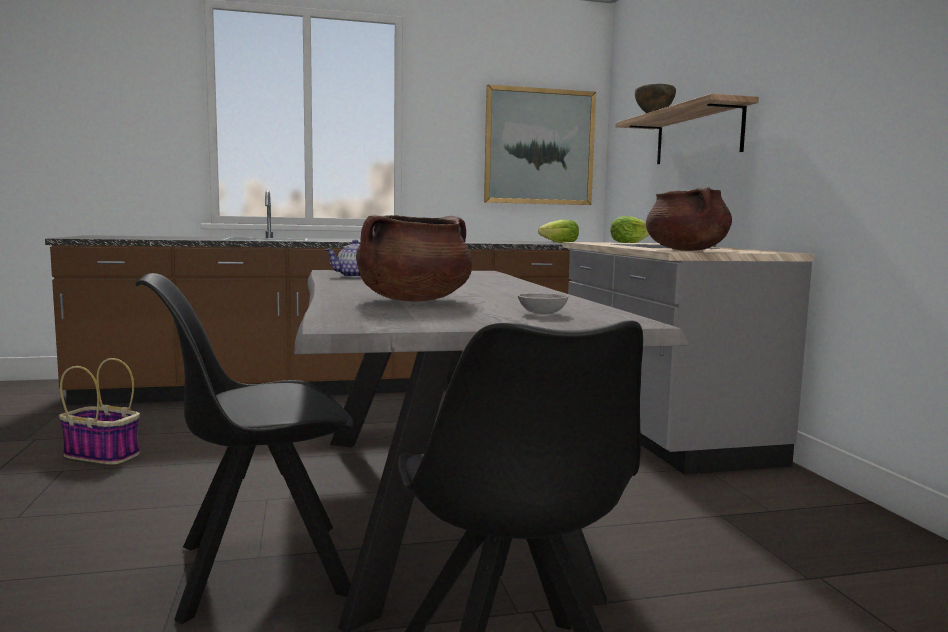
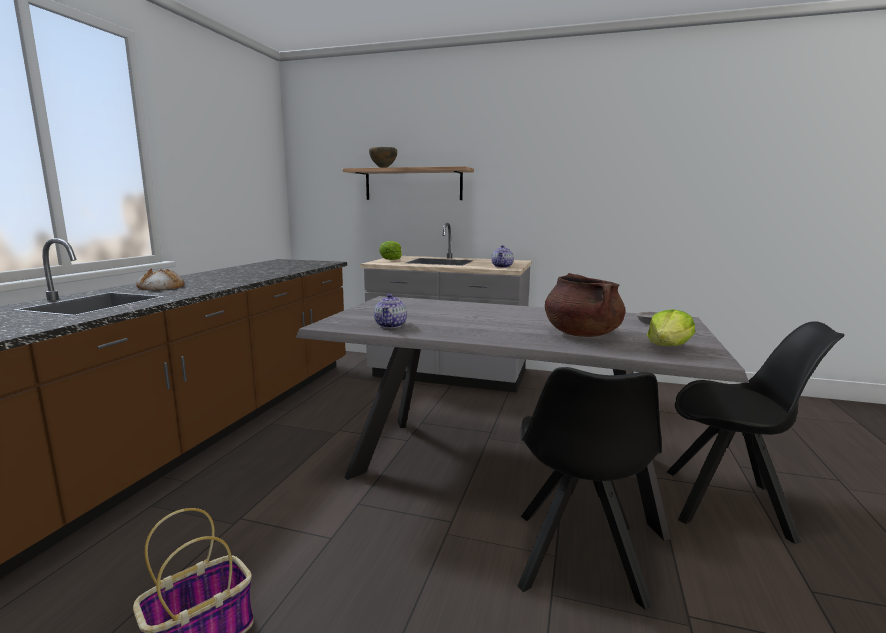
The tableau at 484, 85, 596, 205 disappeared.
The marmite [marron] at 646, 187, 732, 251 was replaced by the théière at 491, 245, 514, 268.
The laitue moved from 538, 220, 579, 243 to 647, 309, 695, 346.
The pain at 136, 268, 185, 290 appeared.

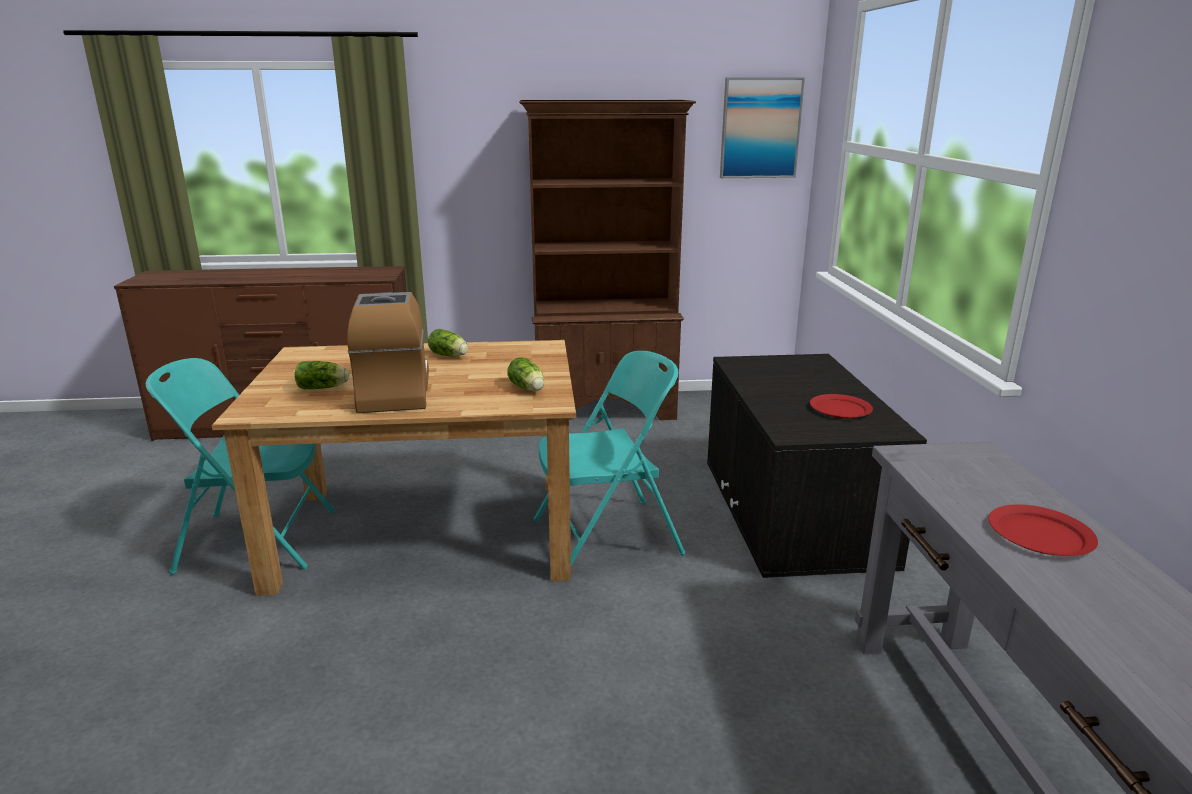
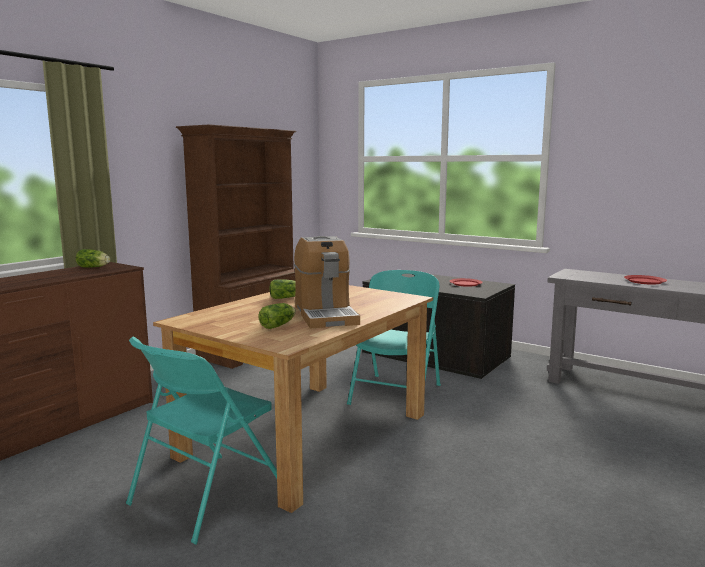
The tableau at 720, 77, 805, 178 disappeared.
The machine à café at 347, 292, 429, 413 turned 135 degrees counterclockwise.
The laitue moved from 507, 357, 544, 391 to 76, 249, 110, 268.

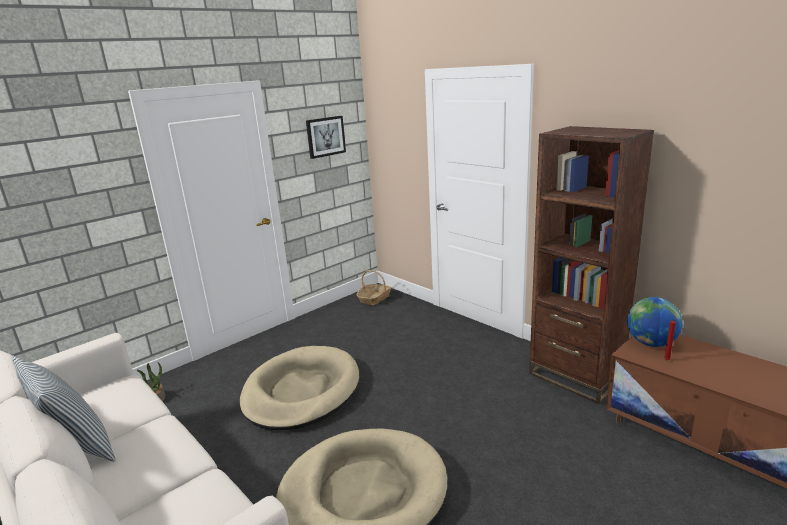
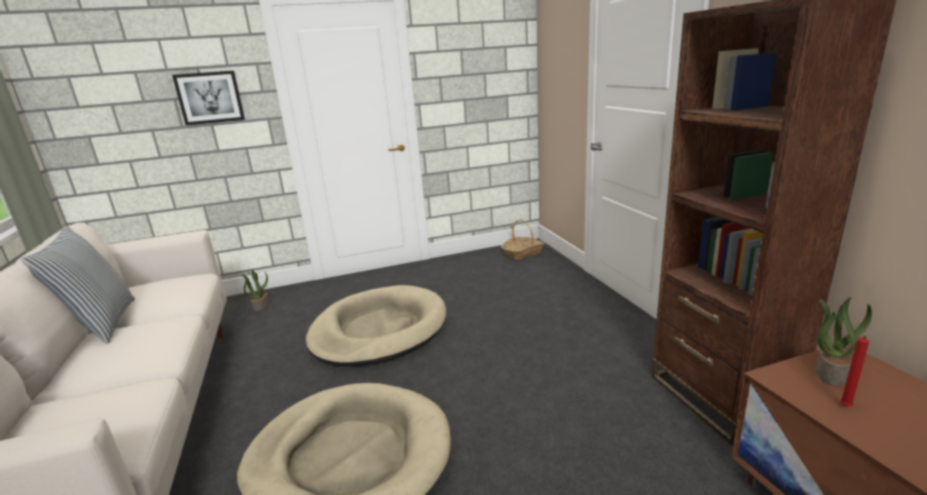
The tableau moved from 306, 116, 346, 159 to 172, 71, 245, 125.
The globe at 627, 297, 683, 347 was replaced by the plante en pot at 816, 297, 872, 386.

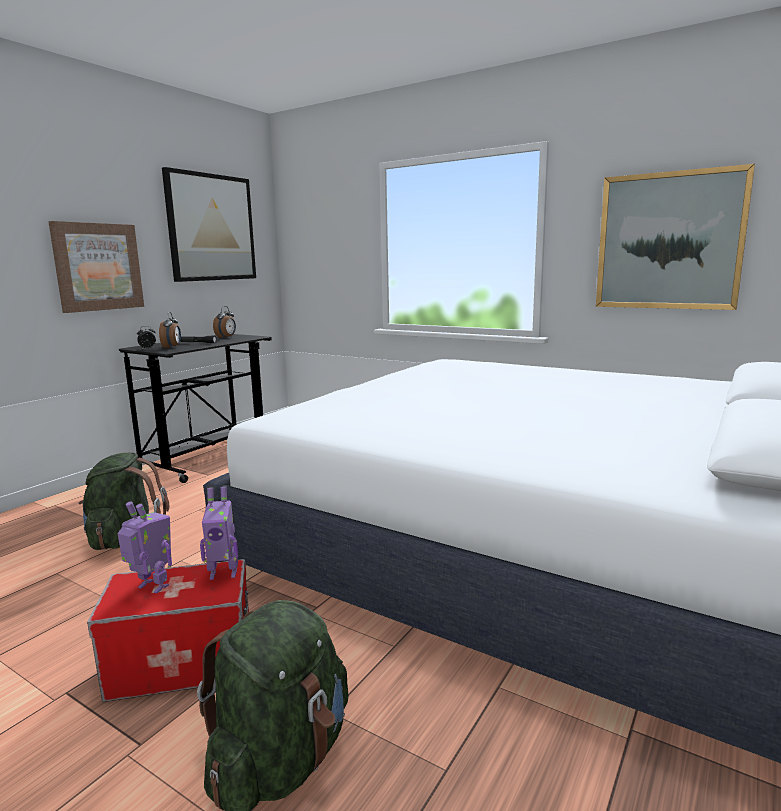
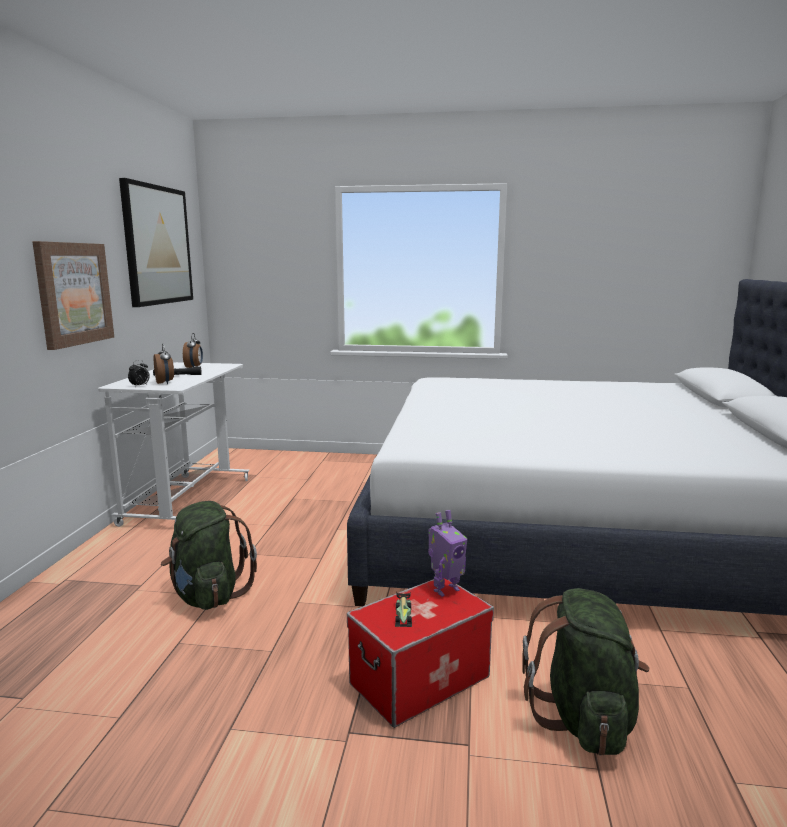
The tableau at 596, 164, 755, 310 disappeared.
The bureau [noir] at 119, 334, 272, 483 became the bureau [blanc] at 98, 362, 249, 527.
The robot jouet at 117, 501, 172, 594 was replaced by the petite voiture at 395, 592, 412, 627.

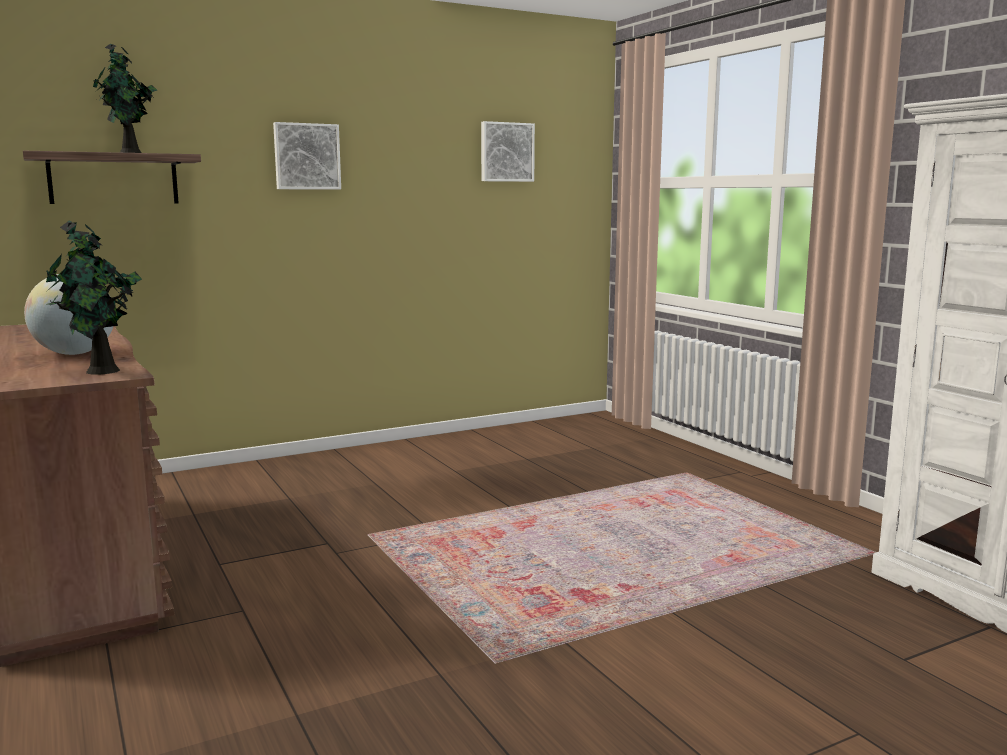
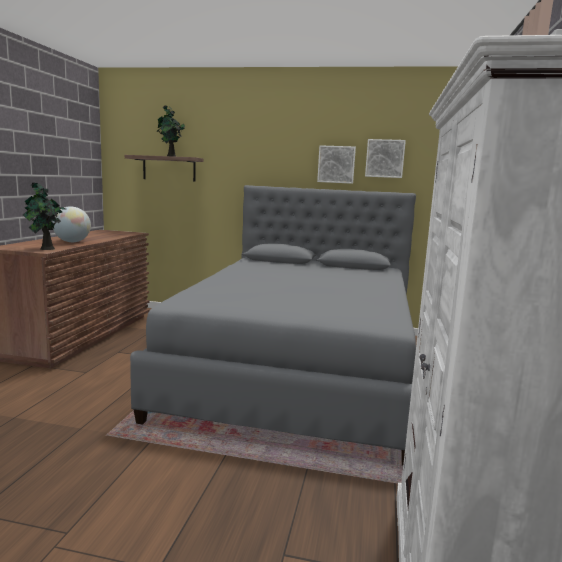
The tableau moved from 273, 122, 341, 190 to 317, 145, 356, 184.
The lit [gris] at 130, 185, 416, 466 appeared.

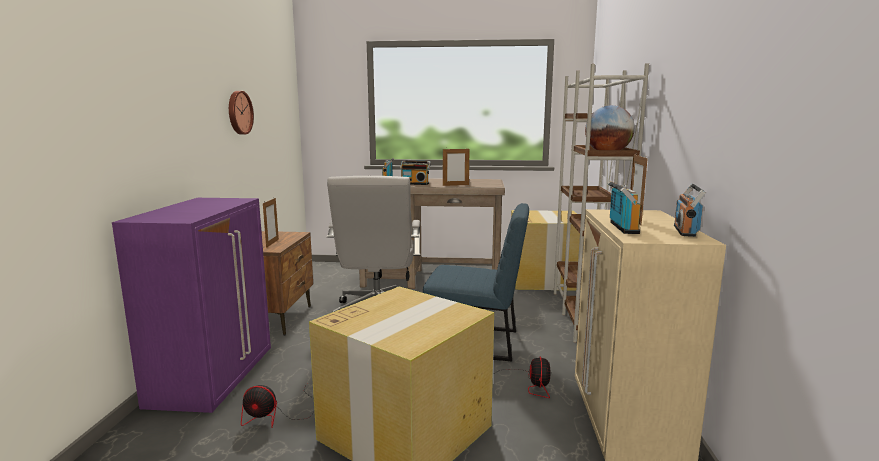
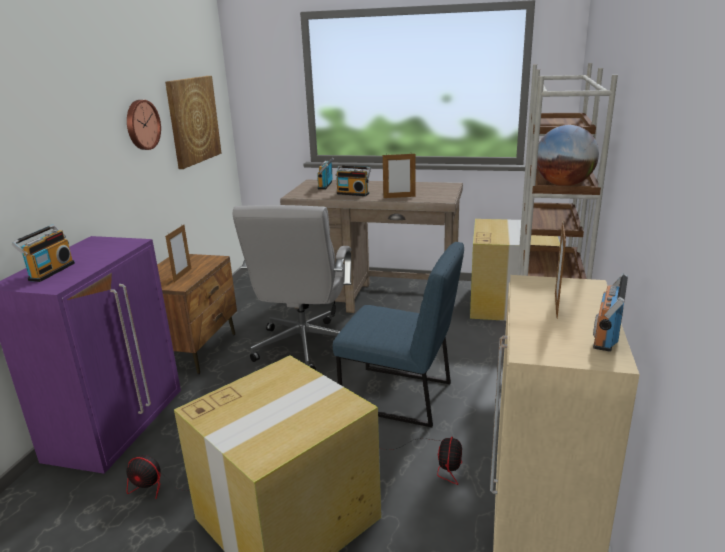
The radio moved from 607, 181, 641, 234 to 12, 225, 75, 282.
The tableau at 165, 76, 221, 169 appeared.

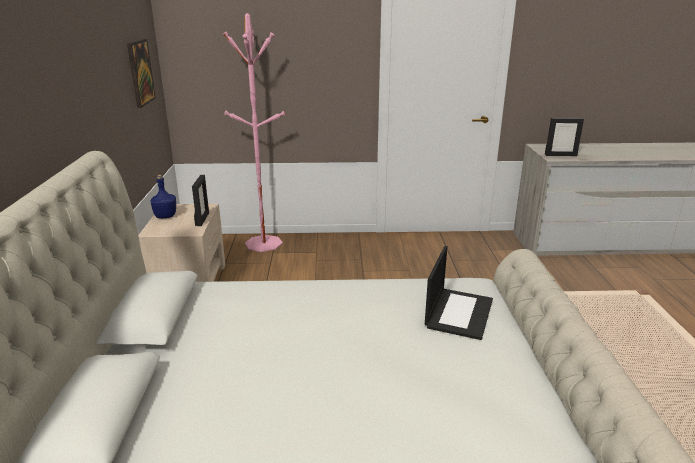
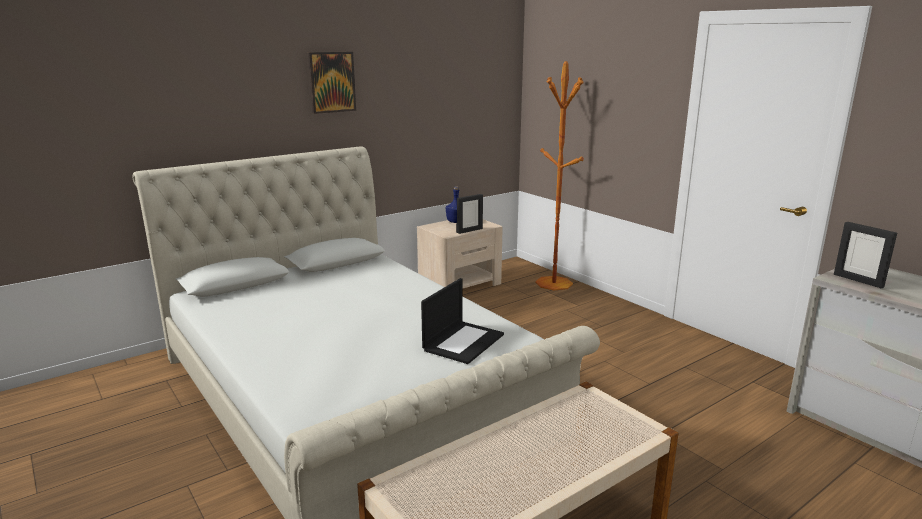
The portant [rose] at 223, 13, 285, 252 became the portant [orange] at 535, 61, 584, 290.
The tableau moved from 127, 39, 156, 108 to 308, 52, 356, 114.
The ordinateur portable at 425, 246, 493, 340 turned 45 degrees counterclockwise.

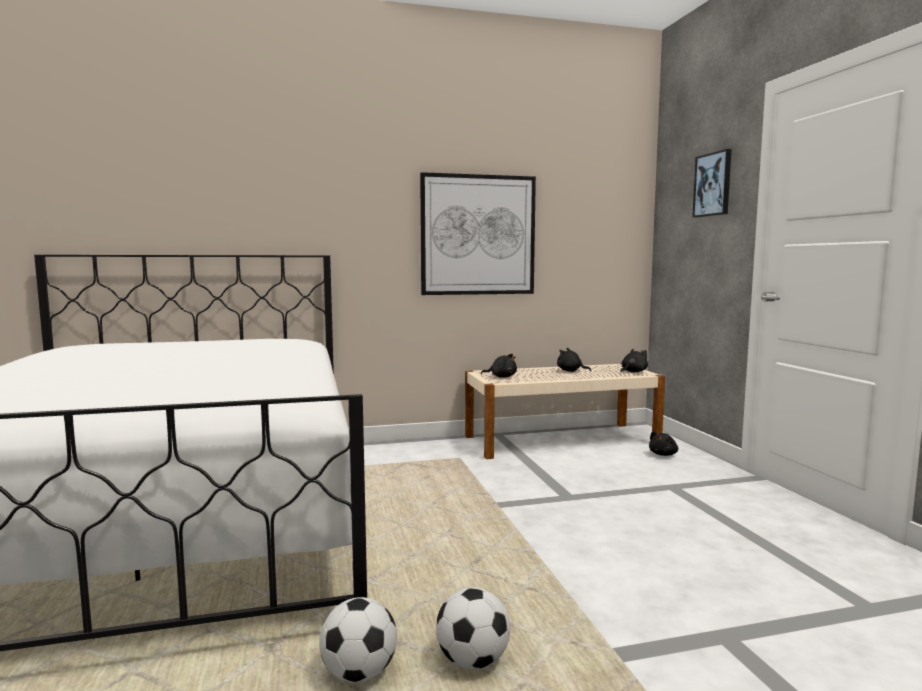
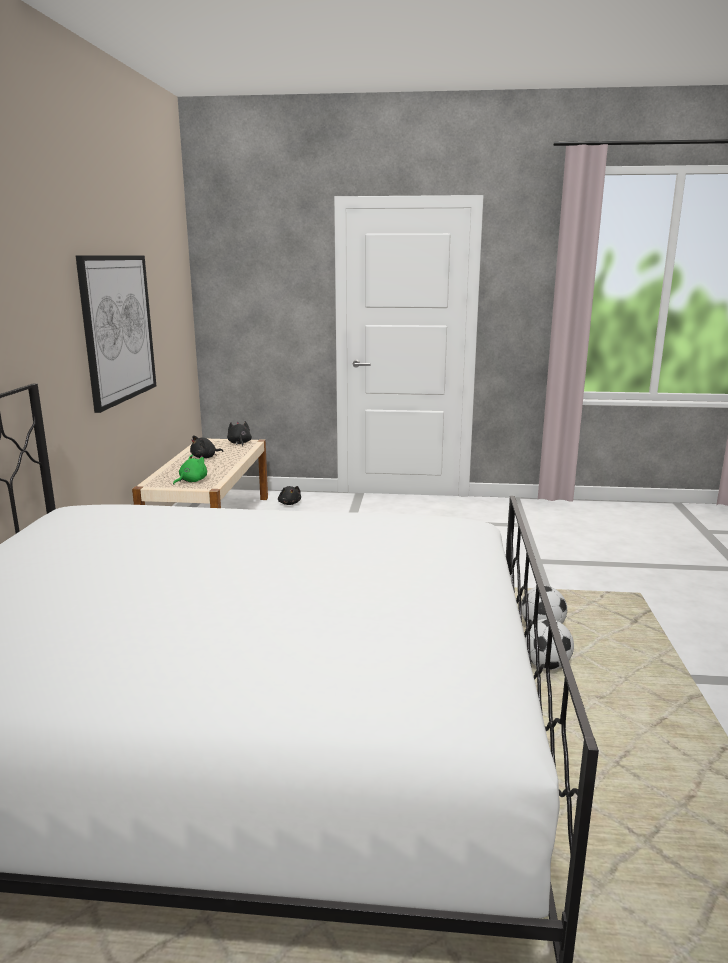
The tableau at 692, 149, 731, 218 disappeared.
The peluche [noir] at 481, 354, 517, 378 became the peluche [vert] at 173, 454, 207, 485.

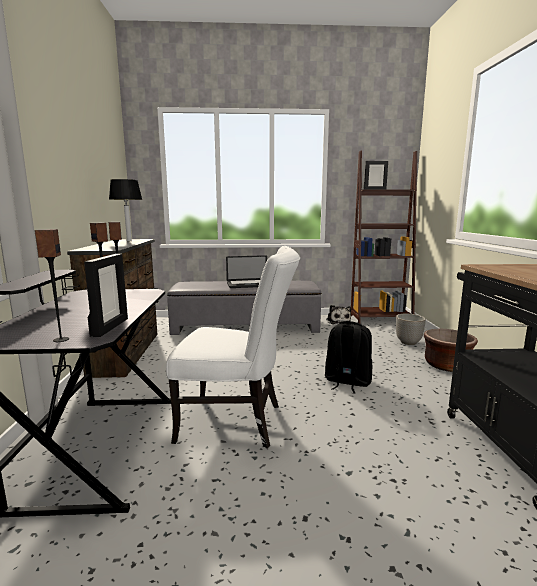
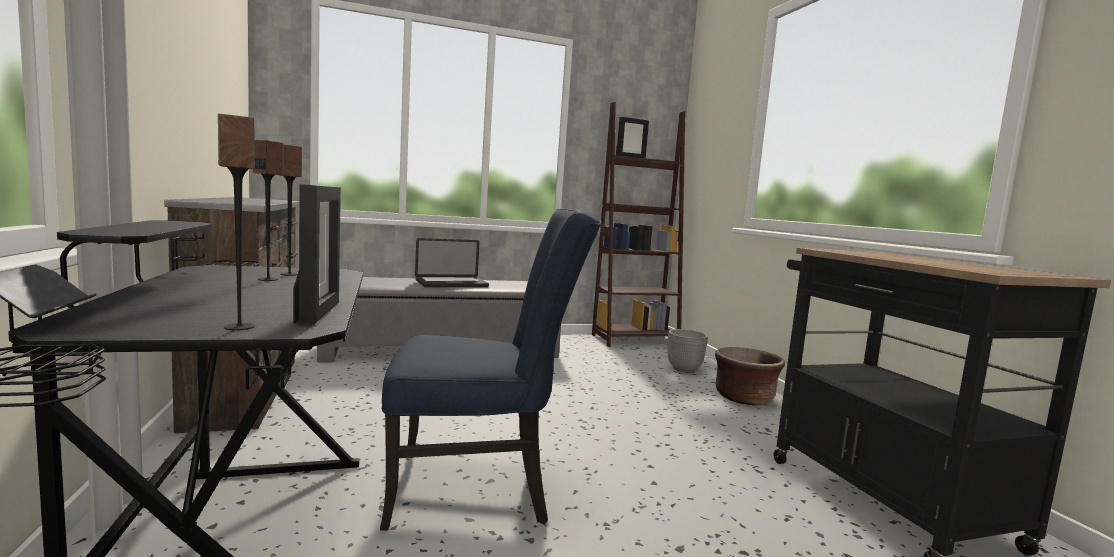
The lampe de table at 109, 179, 142, 241 disappeared.
The chaise [blanc] at 166, 246, 300, 448 became the chaise [bleu] at 380, 209, 601, 530.
The peluche at 326, 305, 351, 324 disappeared.
The sac à dos [noir] at 325, 321, 372, 394 disappeared.

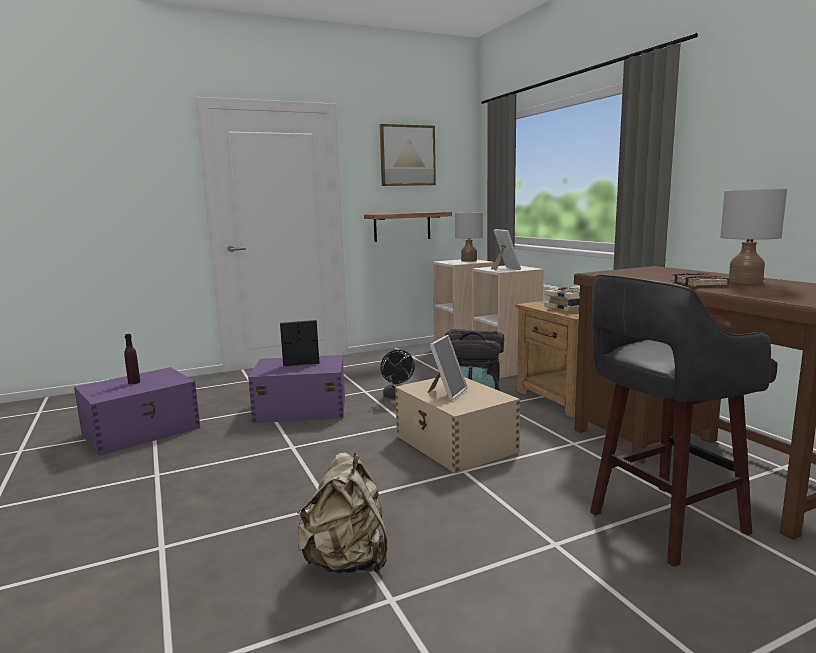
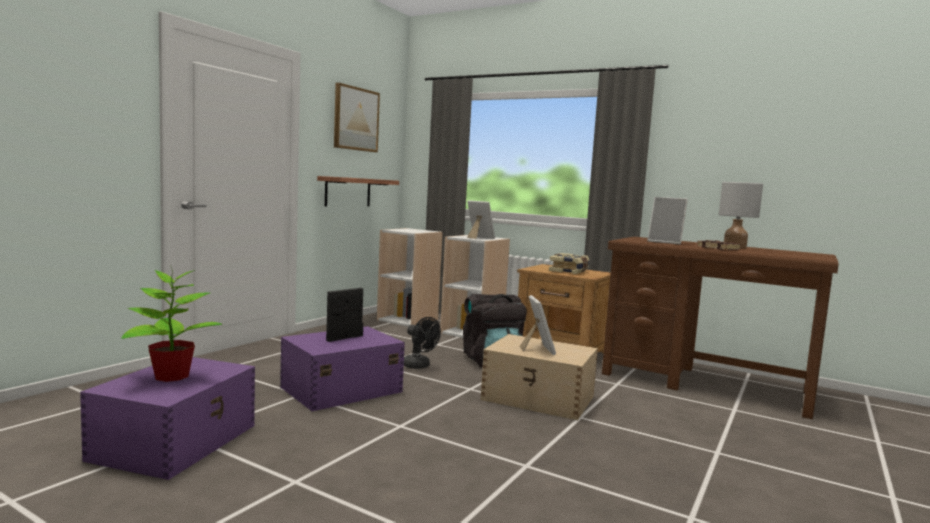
The lampe de table [gris] at 455, 212, 483, 262 disappeared.
The tabouret [gris] at 590, 274, 778, 567 disappeared.
The bouteille [violet] at 124, 334, 140, 384 was replaced by the plante en pot at 121, 265, 223, 382.
The sac à dos [beige] at 297, 453, 387, 574 disappeared.
The cadre photo at 647, 197, 688, 244 appeared.

